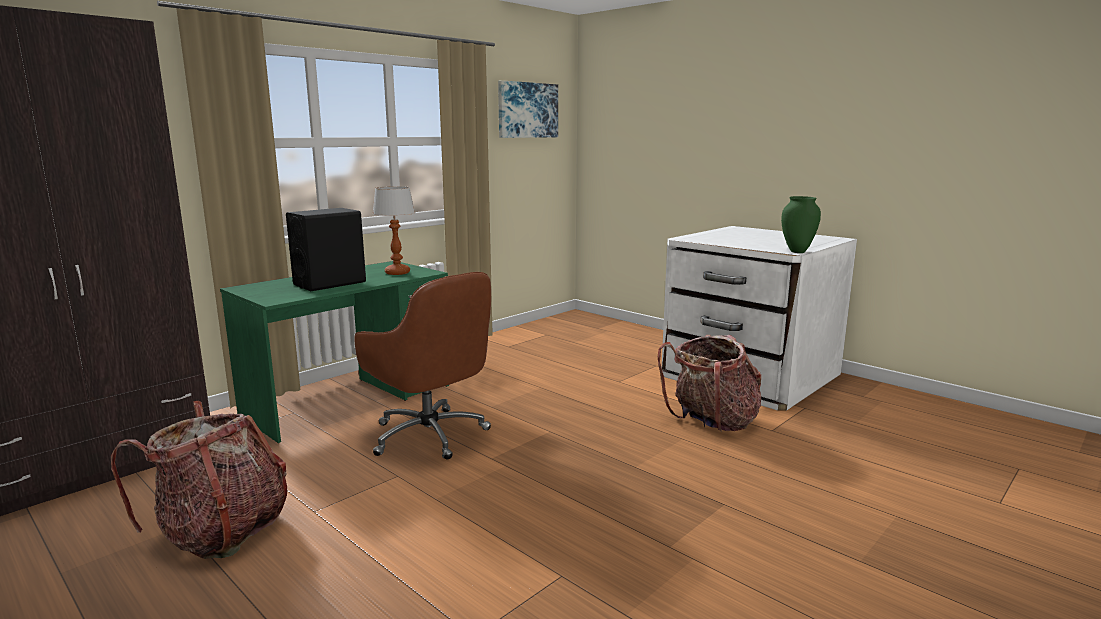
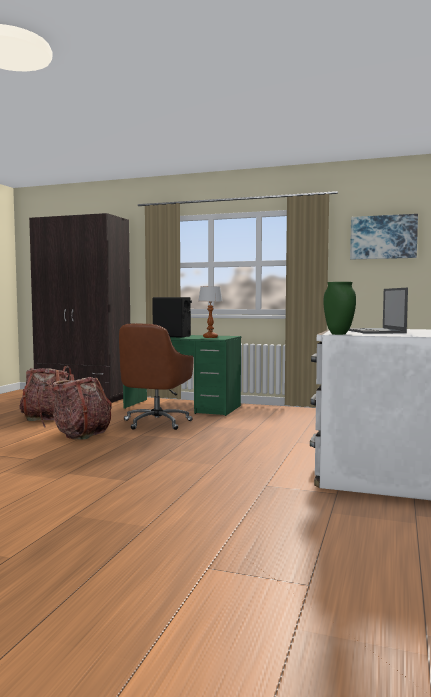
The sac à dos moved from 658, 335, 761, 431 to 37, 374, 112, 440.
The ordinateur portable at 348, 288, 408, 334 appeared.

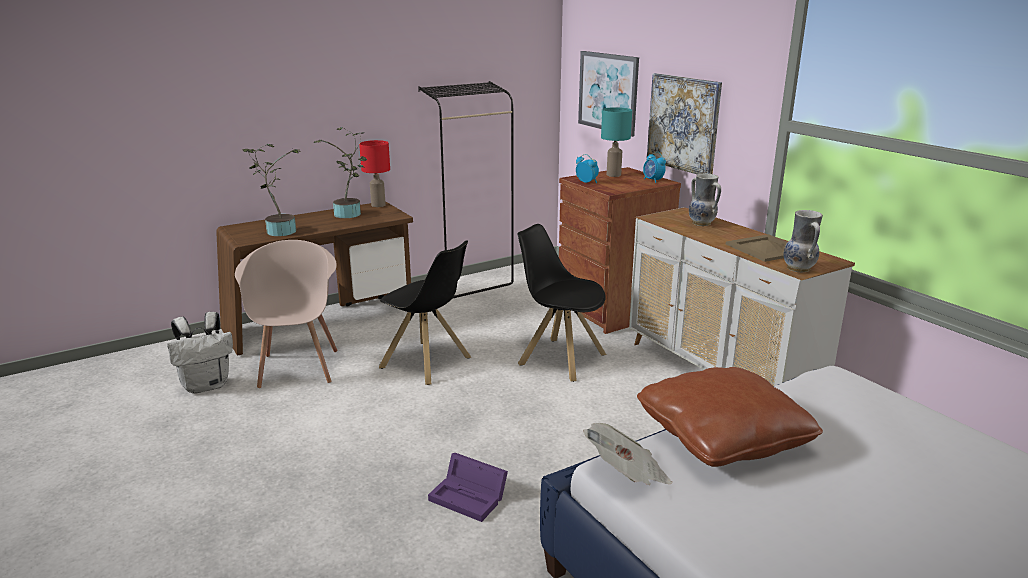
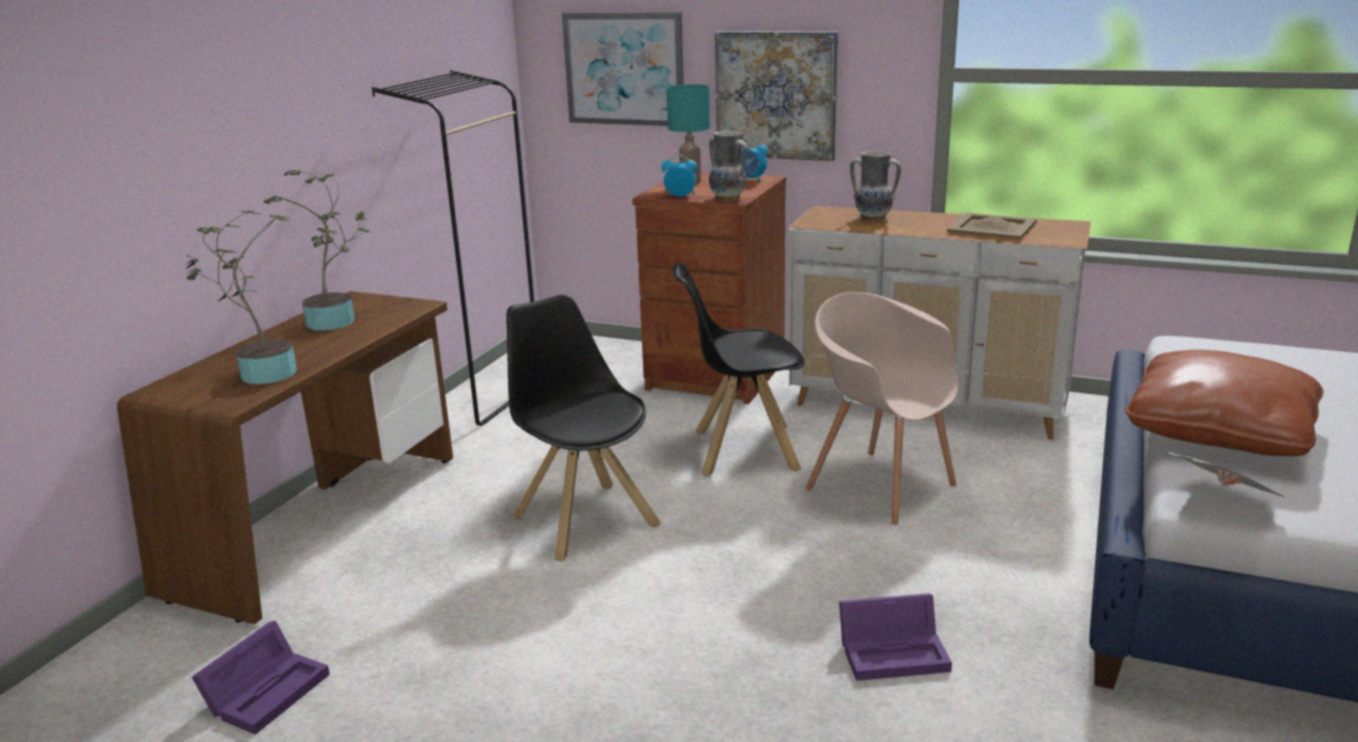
The lampe de table [rouge] at 359, 140, 390, 207 disappeared.
The vase moved from 783, 210, 823, 272 to 709, 130, 748, 201.
The chaise [beige] moved from 235, 240, 338, 388 to 805, 292, 958, 525.
The chaise [noir] at 379, 240, 471, 385 turned 120 degrees counterclockwise.
The sac à dos [blanc] at 167, 312, 233, 394 was replaced by the boîte de rangement [violet] at 192, 621, 330, 735.

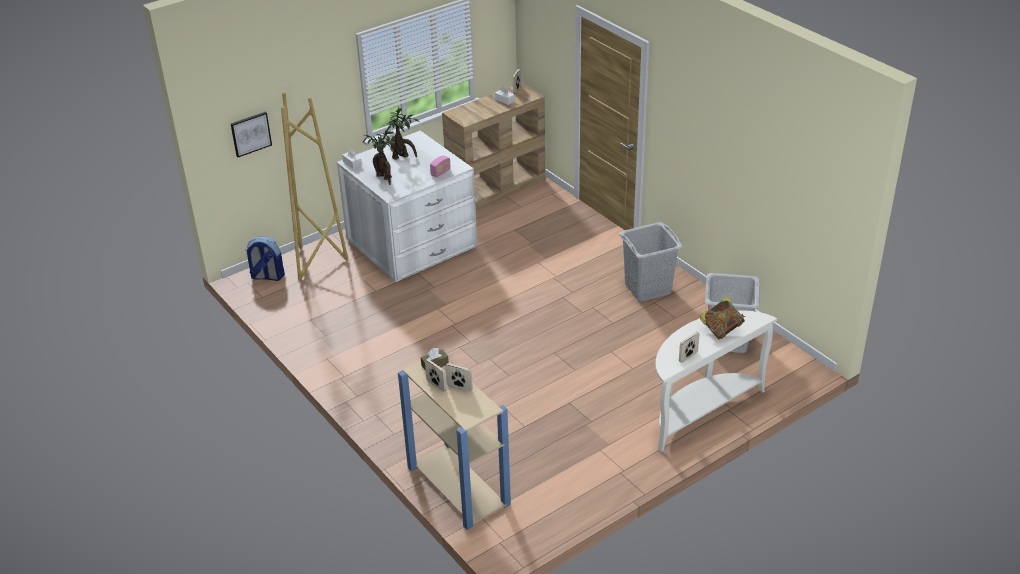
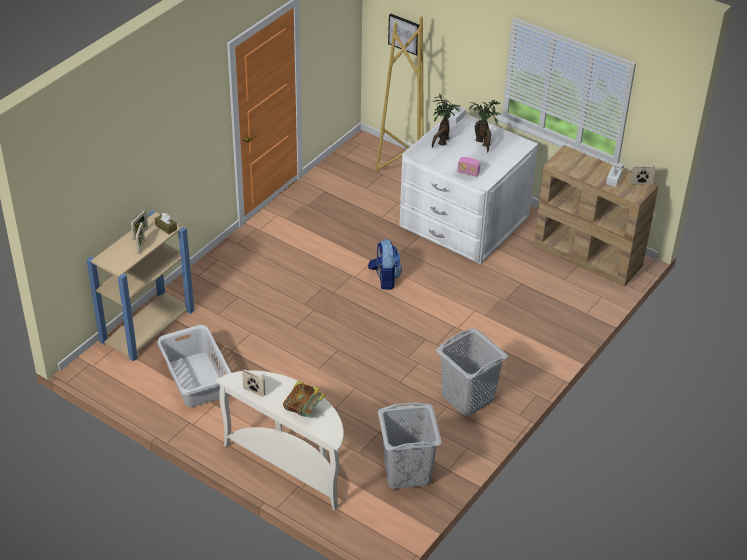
The sac à dos moved from 246, 236, 285, 281 to 368, 239, 402, 290.
The panier à linge [gris] at 158, 325, 232, 407 appeared.

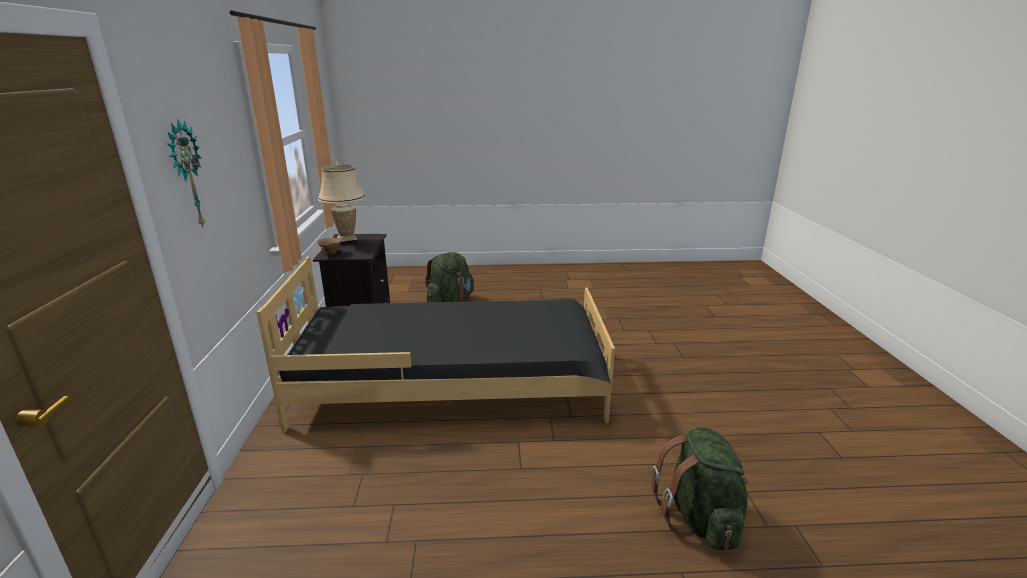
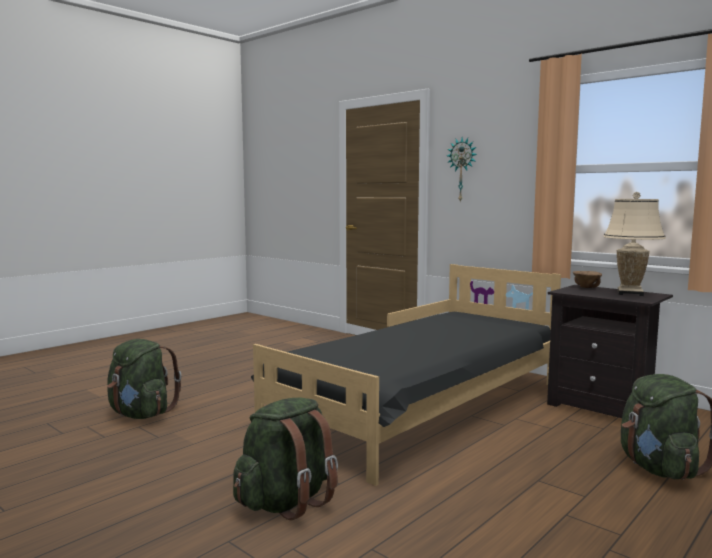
The sac à dos [vert] at 233, 398, 338, 521 appeared.

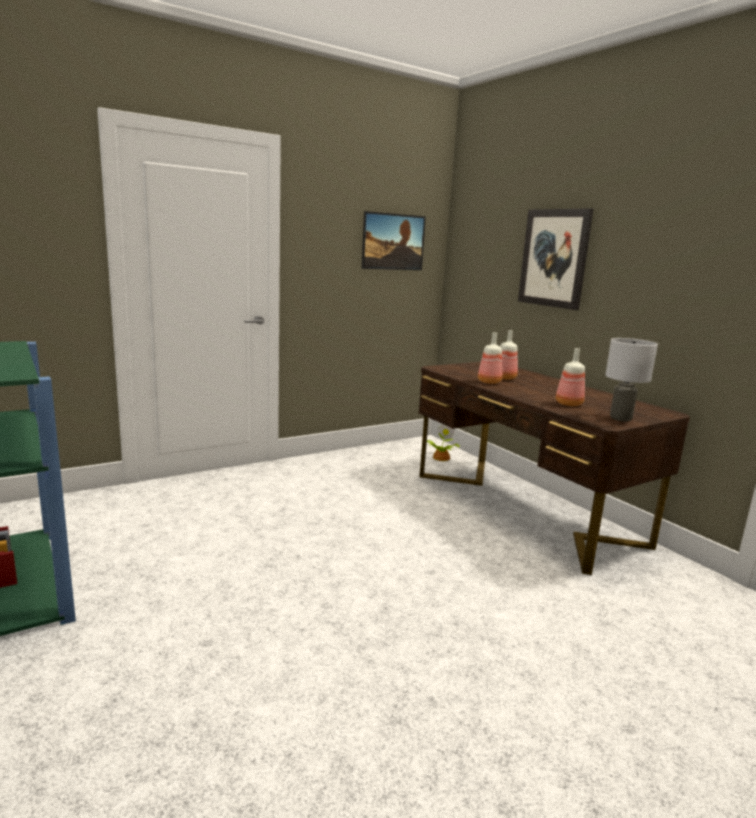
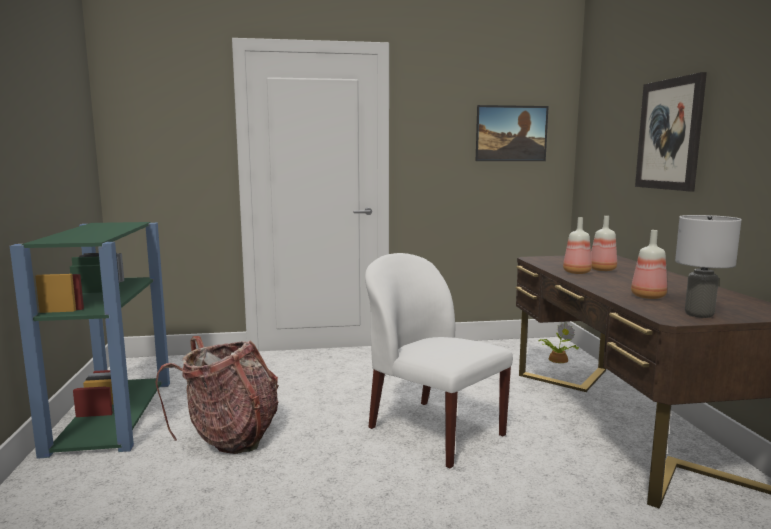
The chaise [blanc] at 365, 253, 513, 468 appeared.
The sac à dos at 155, 336, 279, 454 appeared.

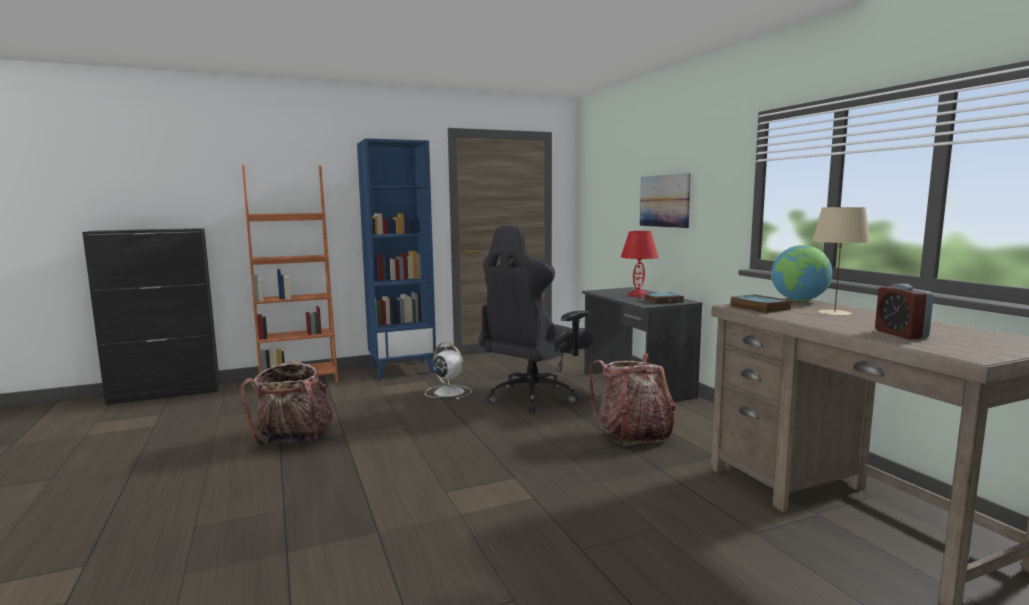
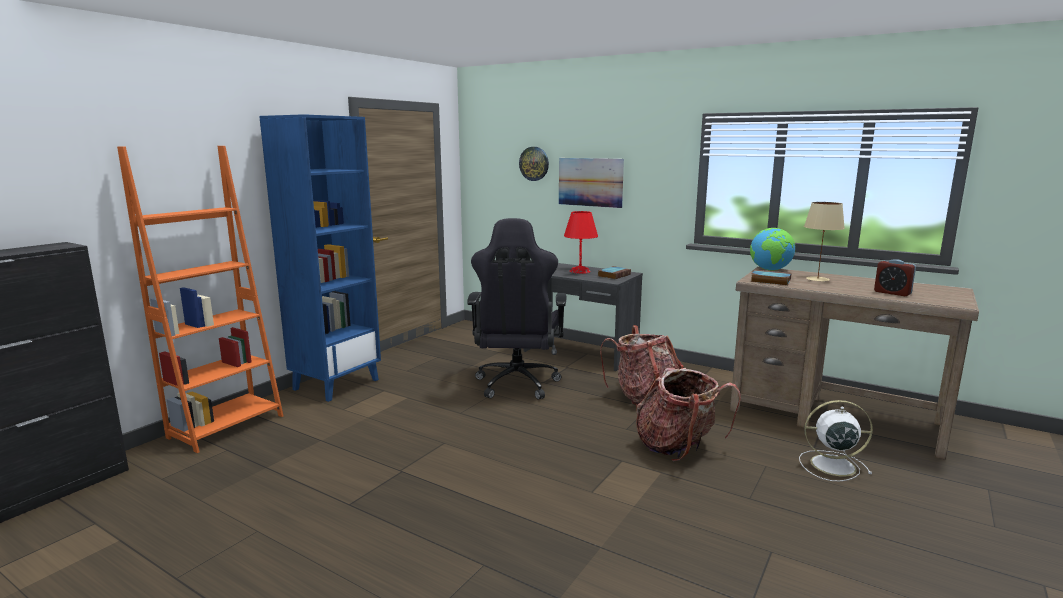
The ventilateur [blanc] moved from 425, 342, 471, 399 to 799, 400, 873, 481.
The sac à dos moved from 241, 360, 333, 446 to 636, 368, 741, 461.
The horloge murale at 519, 147, 549, 181 appeared.

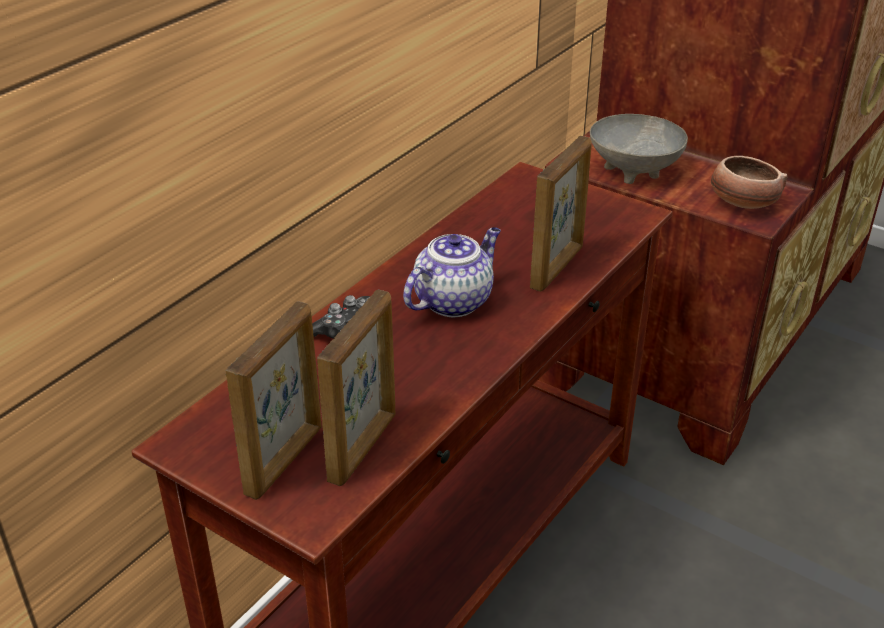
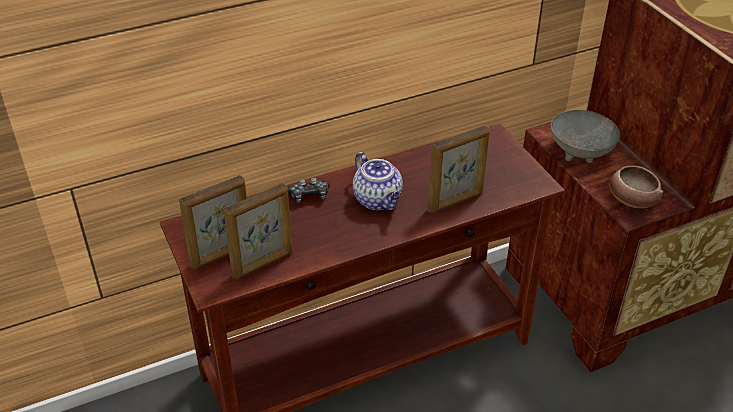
The théière at 403, 227, 501, 317 turned 75 degrees clockwise.

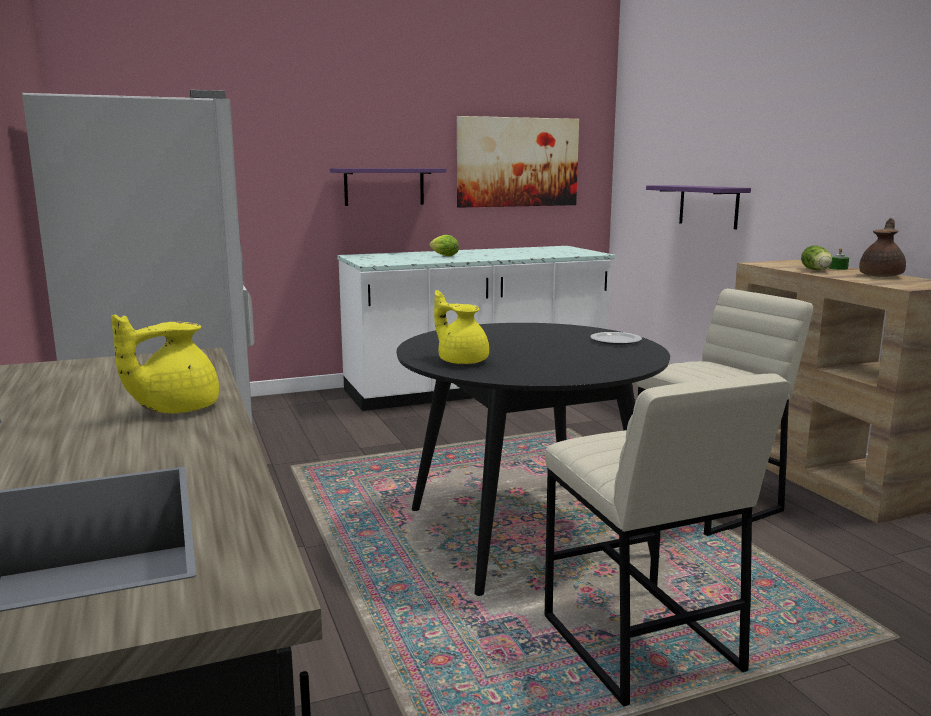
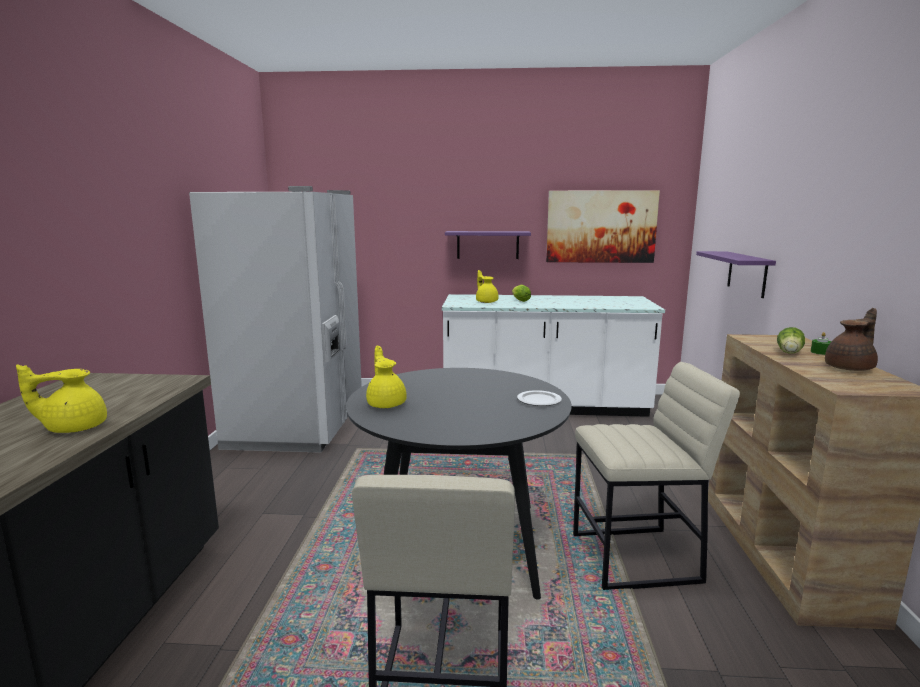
The théière [jaune] at 476, 270, 499, 303 appeared.

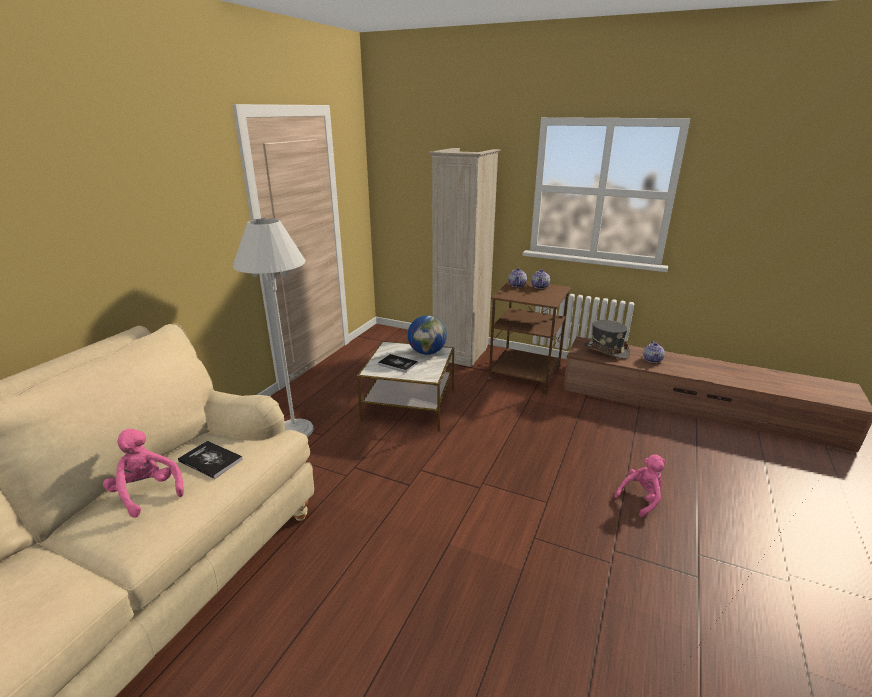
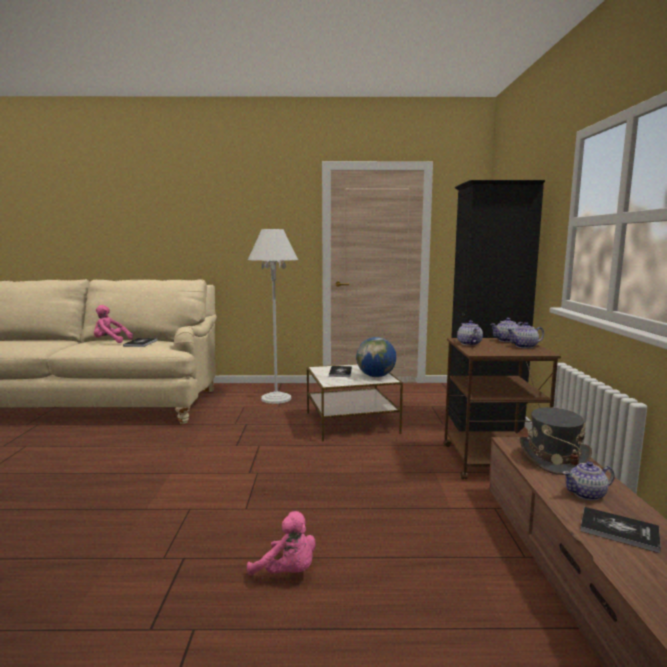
The meuble de rangement [beige] at 428, 148, 501, 367 became the meuble de rangement [noir] at 448, 180, 545, 432.
The peluche [rose] at 103, 429, 184, 518 turned 105 degrees counterclockwise.
The théière at 457, 320, 483, 346 appeared.
The livre at 580, 507, 661, 553 appeared.

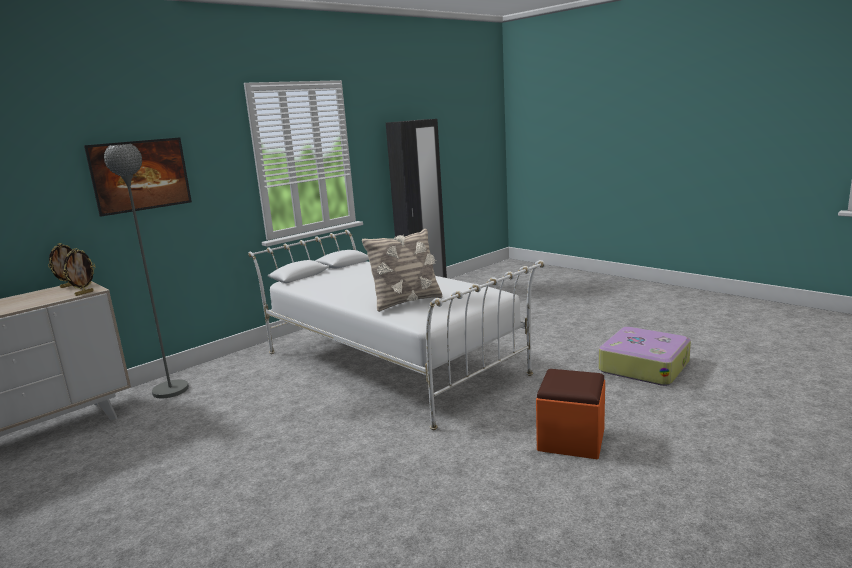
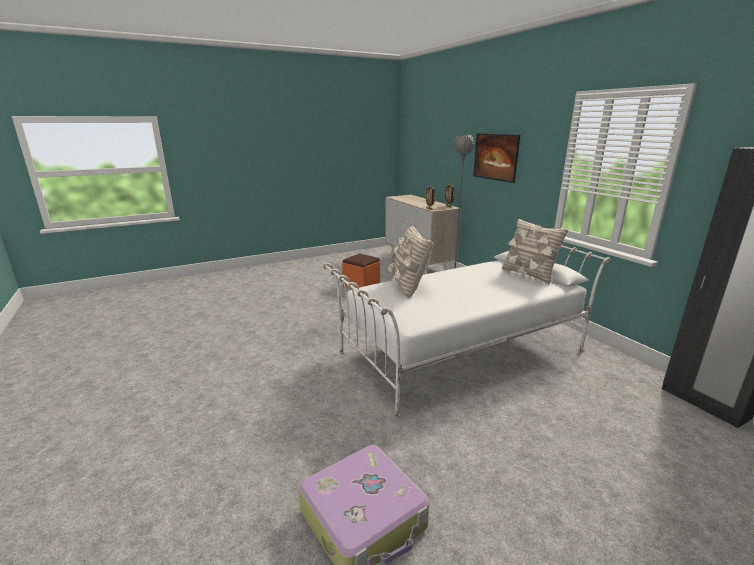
The pouf [orange] moved from 536, 369, 605, 460 to 342, 254, 380, 289.
The coussin [beige] at 502, 219, 568, 284 appeared.

